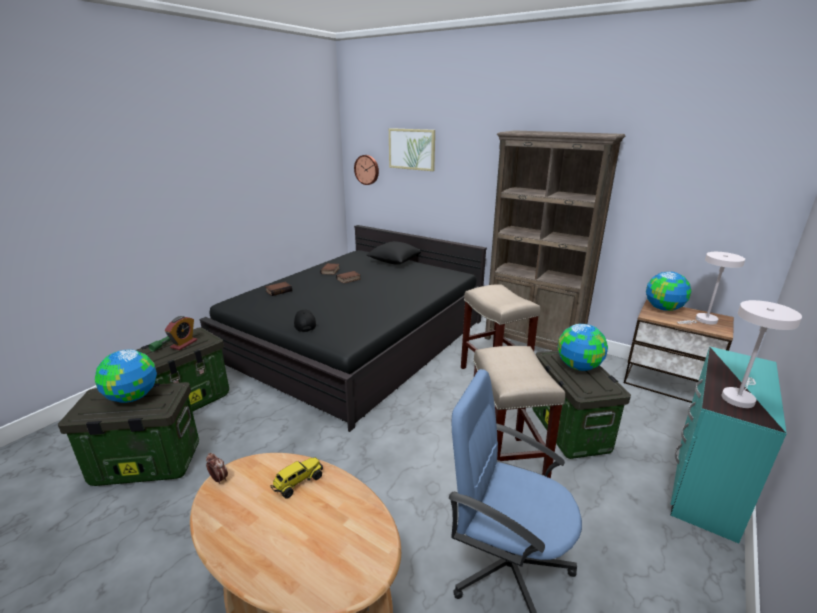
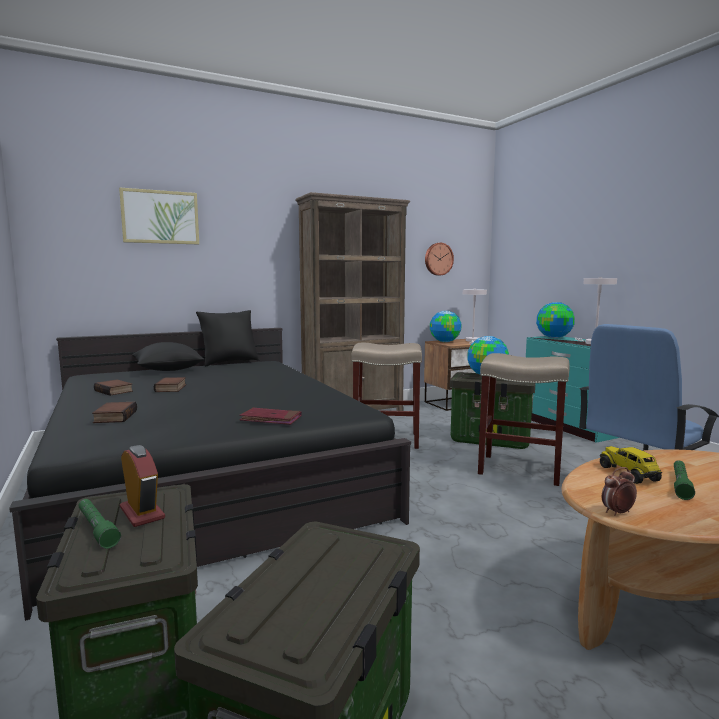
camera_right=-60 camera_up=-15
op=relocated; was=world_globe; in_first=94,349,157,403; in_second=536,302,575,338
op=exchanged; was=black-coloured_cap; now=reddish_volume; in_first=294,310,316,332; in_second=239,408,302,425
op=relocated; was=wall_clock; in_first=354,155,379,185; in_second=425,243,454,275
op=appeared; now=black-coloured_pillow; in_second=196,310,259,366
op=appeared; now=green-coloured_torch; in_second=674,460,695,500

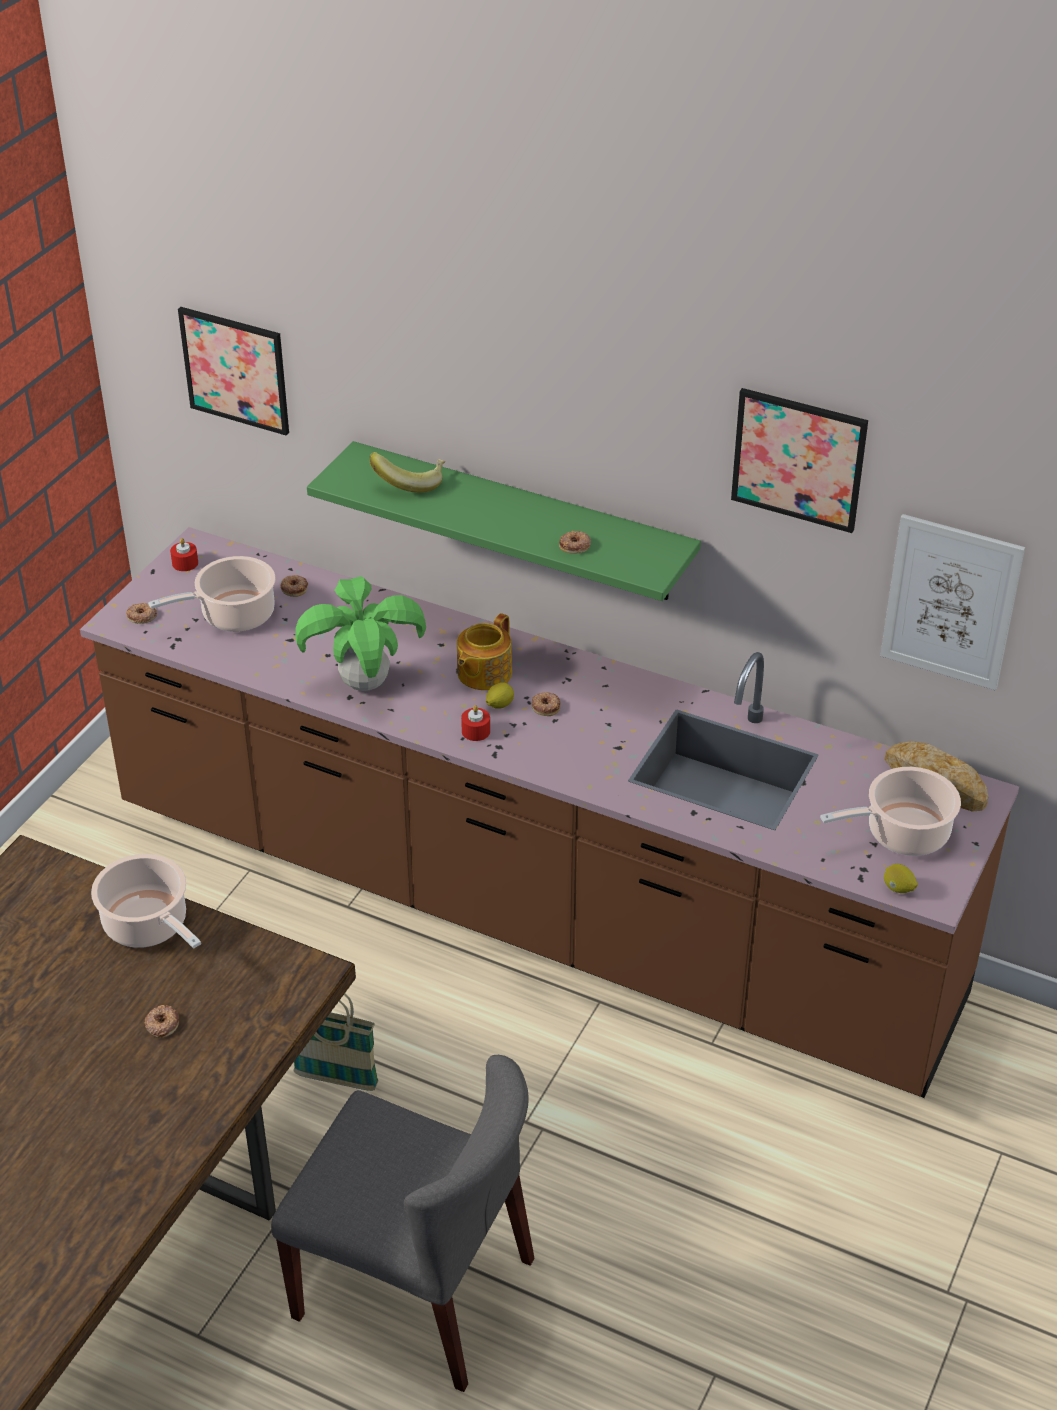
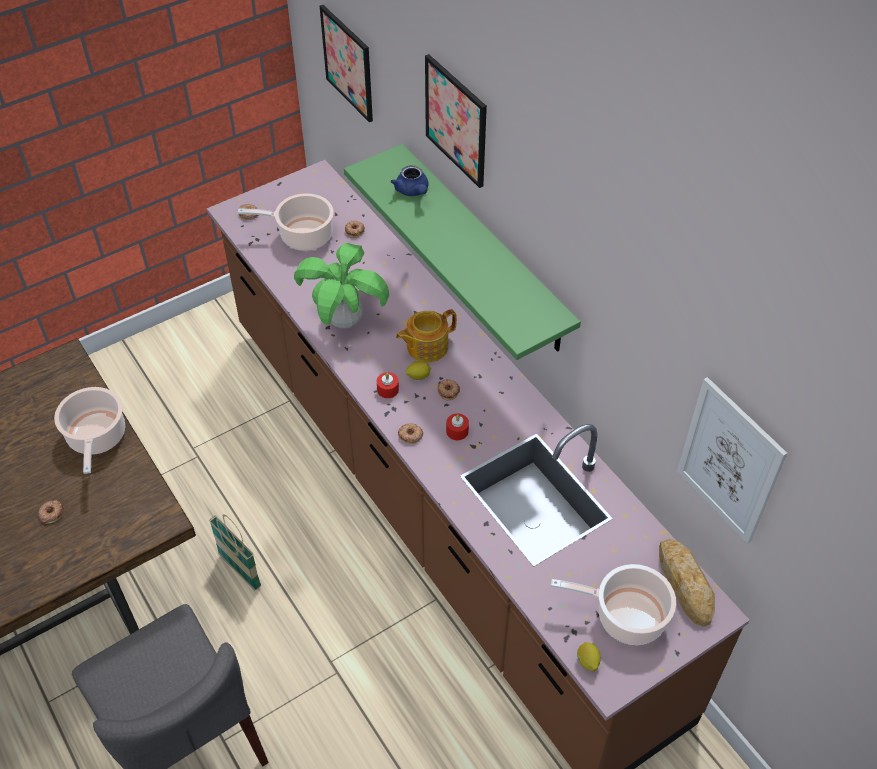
camera_right=30 camera_up=10
op=relocated; was=reddish_wax_light; in_first=170,538,198,571; in_second=446,414,469,440
op=exchanged; was=banana; now=blue-coloured_pot_for_tea; in_first=370,452,445,493; in_second=391,165,428,196
op=relocated; was=donut; in_first=559,531,591,554; in_second=398,423,423,444
op=relocated; was=picture; in_first=731,388,868,533; in_second=425,54,487,188

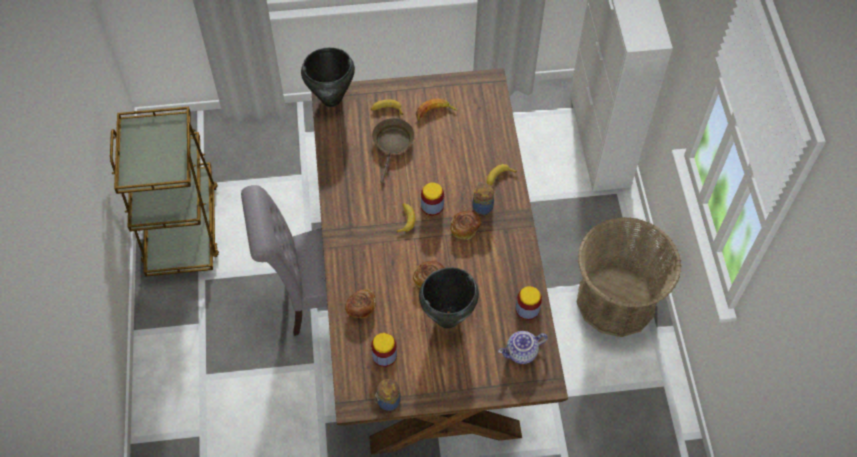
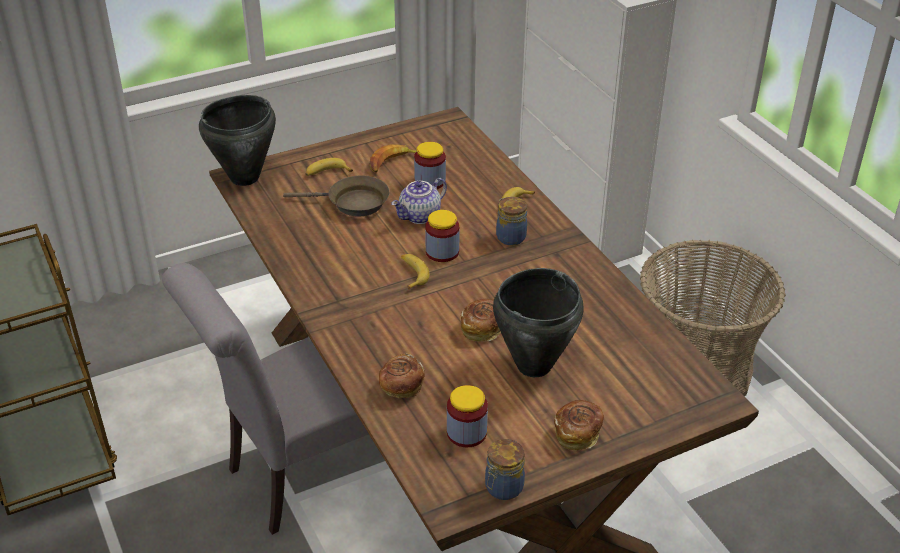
camera_right=-20 camera_up=-20
op=spun; was=brownish_pan; in_first=372,118,414,183; in_second=283,176,389,217; clockwise=105
op=relocated; was=bread; in_first=450,210,481,240; in_second=554,400,604,451
op=relocated; was=pot_for_tea; in_first=498,331,548,364; in_second=391,178,447,224
op=relocated; was=jar; in_first=516,286,542,320; in_second=414,142,446,189

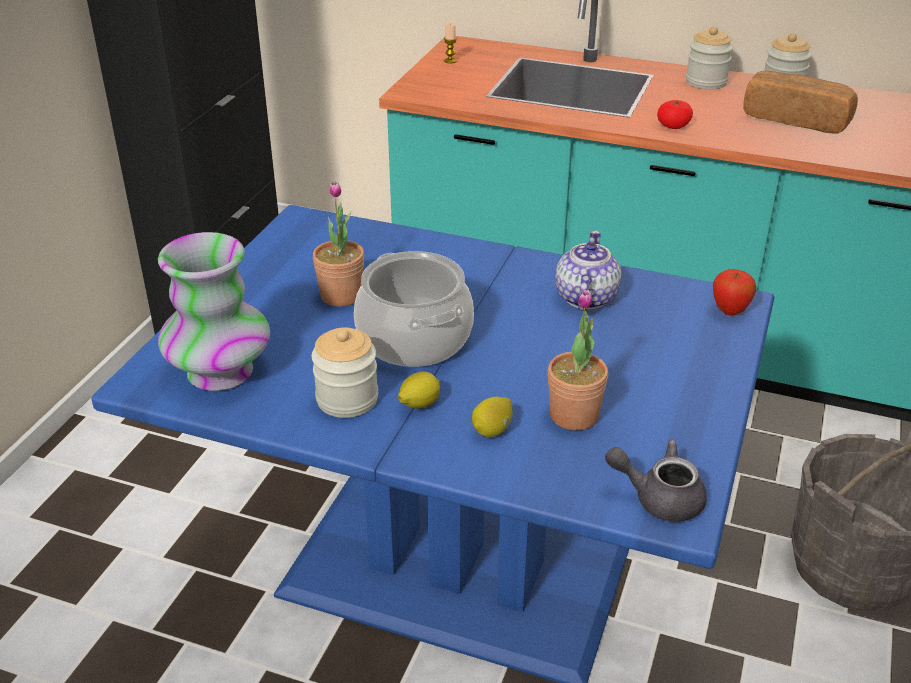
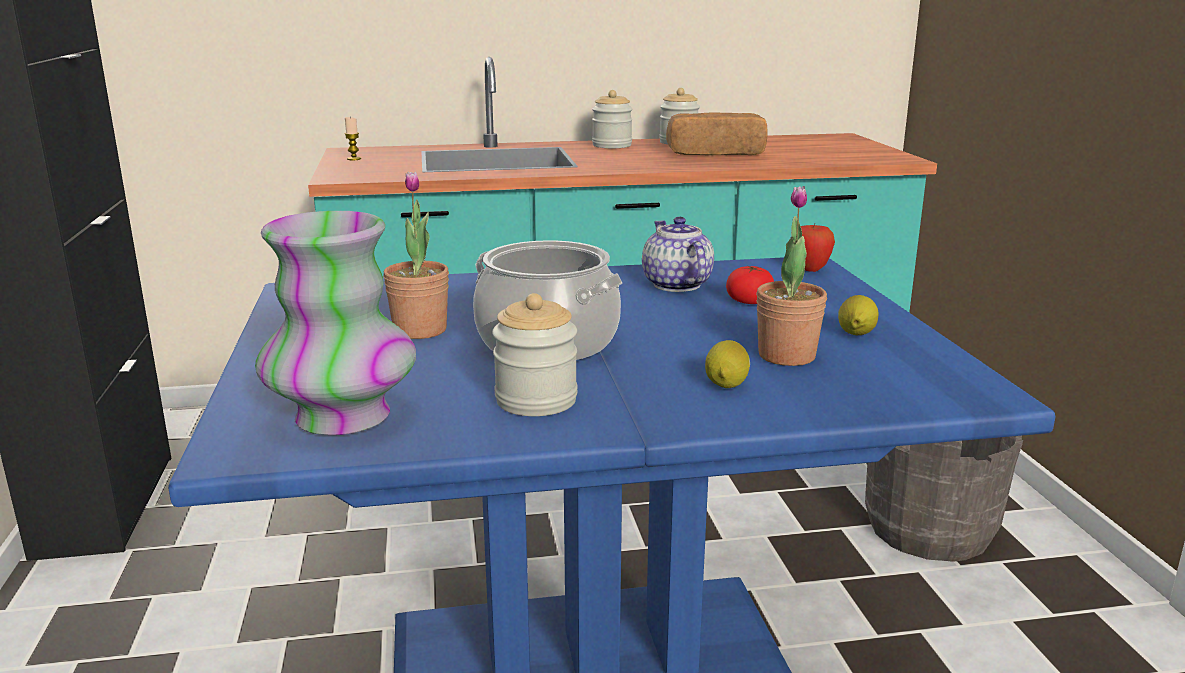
camera_right=-30 camera_up=-15
op=relocated; was=citrus_fruit; in_first=398,372,440,409; in_second=838,295,879,335
op=missing; was=gray_pot_for_tea; in_first=605,440,707,522
op=relocated; was=fresh_tomato; in_first=657,100,693,129; in_second=726,266,774,304

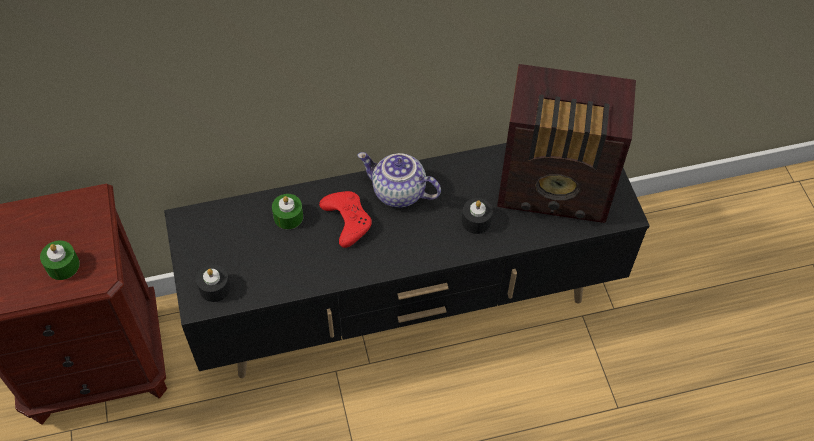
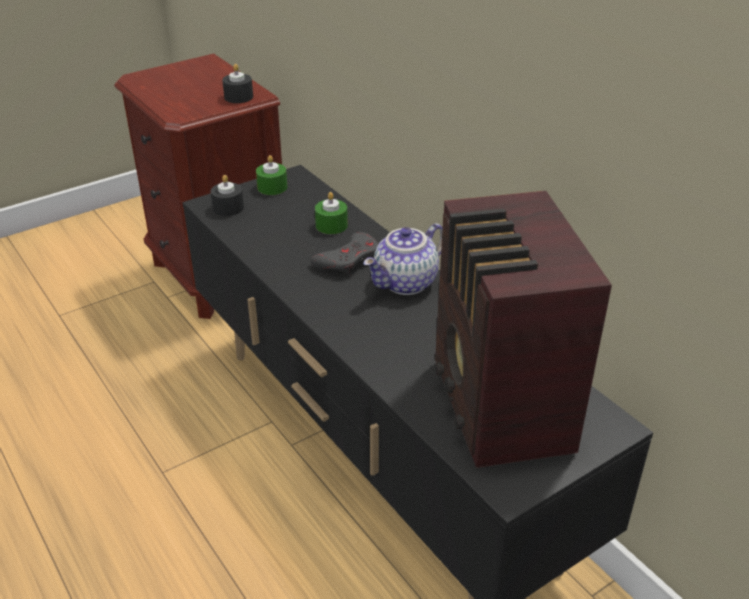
camera_right=70 camera_up=-20
op=relocated; was=green-coloured_wax_light; in_first=40,240,80,280; in_second=256,155,287,195
op=colour; was=reddish_gamepad; now=gray_gamepad; in_first=319,191,372,248; in_second=311,232,378,275
op=spun; was=pot_for_tea; in_first=358,152,441,208; in_second=363,223,443,295; clockwise=-135
op=relocated; was=black-coloured_wax_light; in_first=462,198,493,234; in_second=222,64,253,103

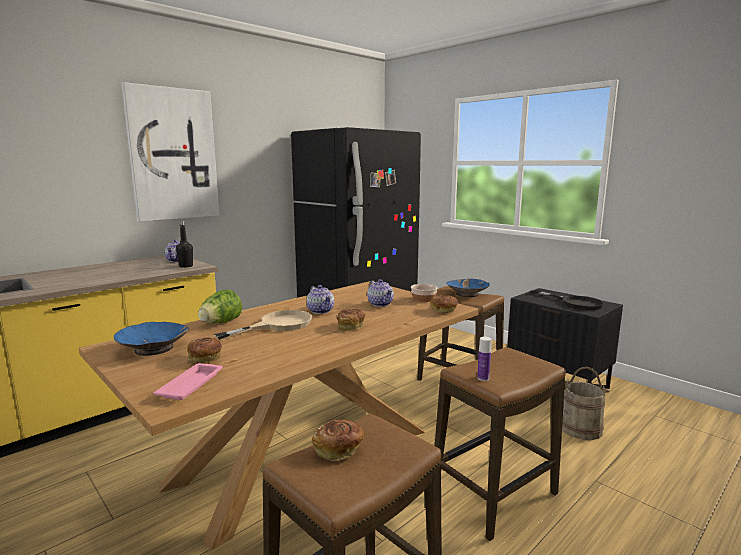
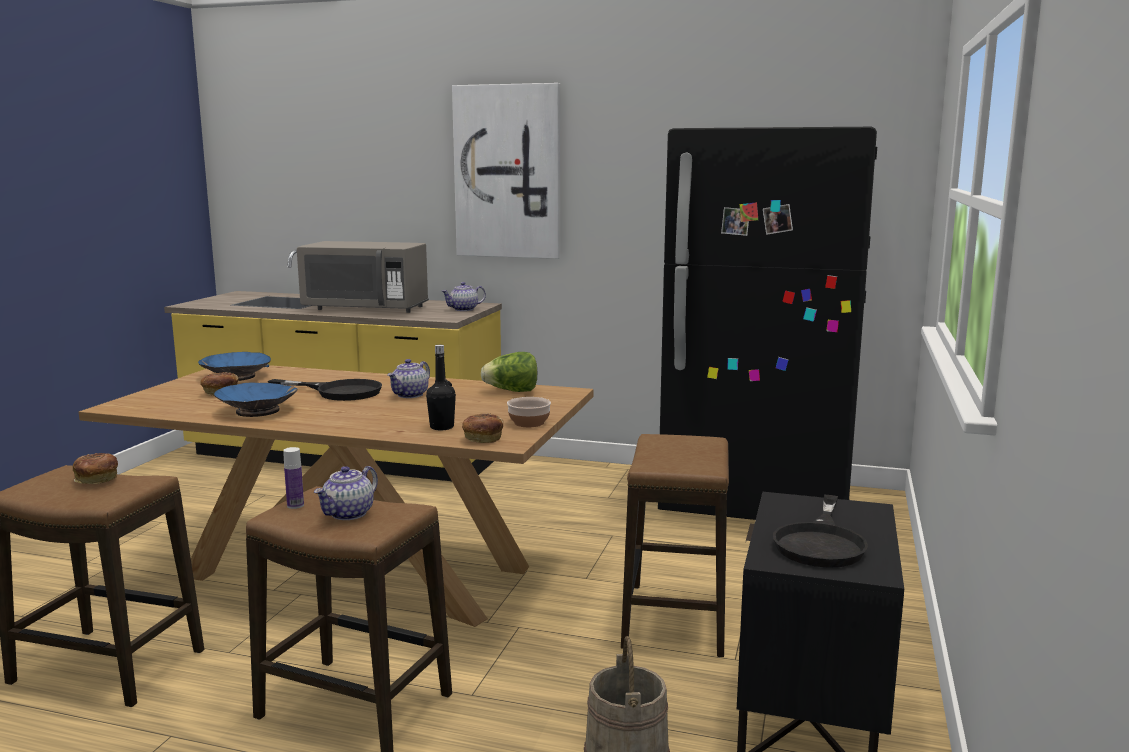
camera_right=60 camera_up=0
op=missing; was=pink_serving_tray; in_first=153,363,223,400
op=relocated; was=black-coloured_drink_bottle; in_first=176,221,193,268; in_second=426,345,456,430
op=relocated; was=lettuce; in_first=198,290,242,323; in_second=481,352,537,392
op=colour; was=beige-coloured_pan; now=black-coloured_pan; in_first=214,310,312,340; in_second=268,379,382,401
op=missing; was=bread; in_first=336,308,365,330
op=relocated; was=pot_for_tea; in_first=367,279,394,307; in_second=314,466,378,520
op=relocated; was=blue-coloured_bowl; in_first=446,279,490,297; in_second=214,382,297,417
op=appeared; now=gray_microwave_oven; in_second=297,241,429,313

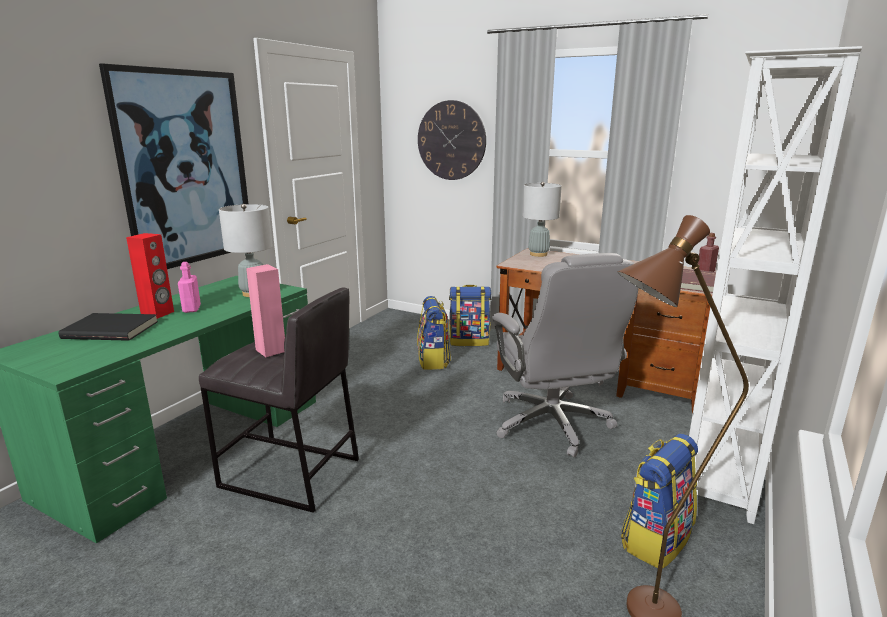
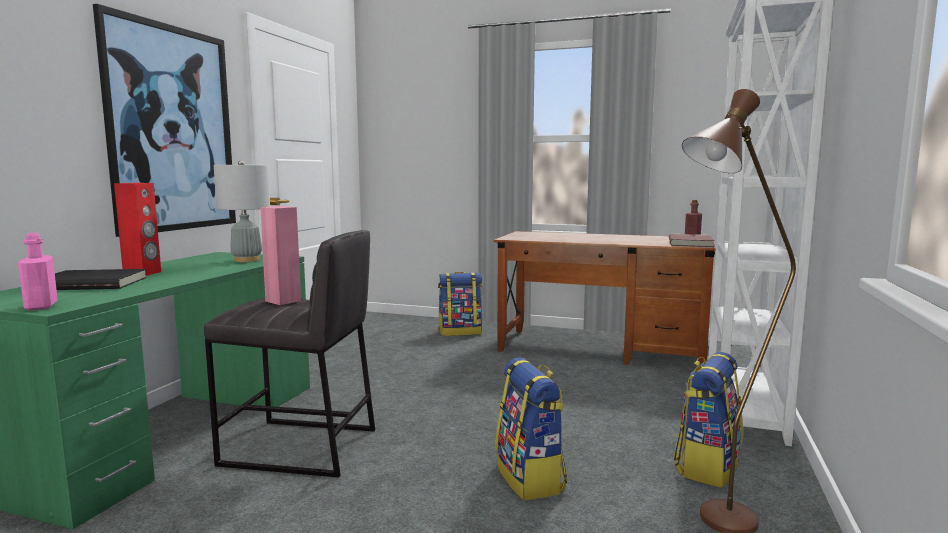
camera_right=-10 camera_up=-10
op=relocated; was=pink_drink_bottle; in_first=178,262,201,313; in_second=18,233,58,310
op=relocated; was=knapsack; in_first=417,296,451,370; in_second=495,357,567,500
op=missing; was=wall_clock; in_first=418,100,486,180
op=missing; was=gray_desk_chair; in_first=492,253,639,457
op=missing; was=gray_lamp_for_a_table; in_first=522,182,562,257

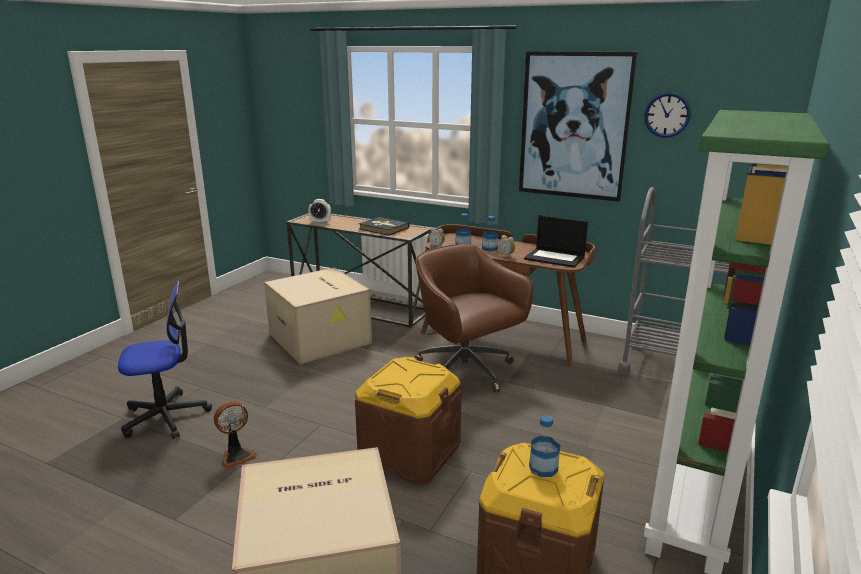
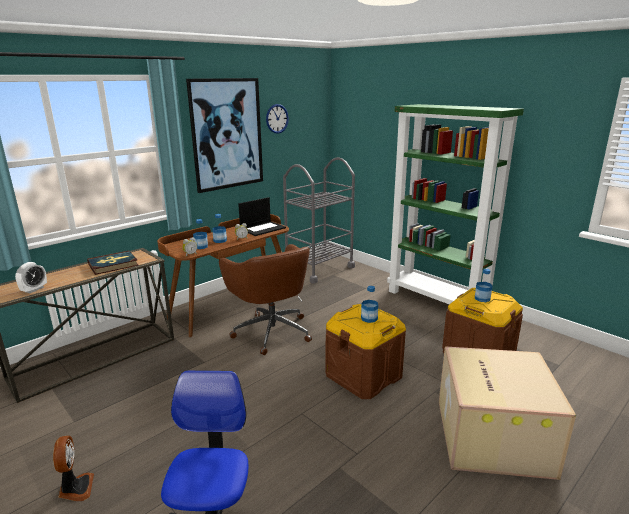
camera_right=-70 camera_up=0
op=relocated; was=fan; in_first=214,401,257,469; in_second=53,436,94,501
op=missing; was=cardboard_box; in_first=264,268,372,364
op=spun; was=brownish_desk_chair; in_first=414,244,534,392; in_second=219,244,312,355; clockwise=-105
op=appeared; now=drink_bottle; in_second=361,286,378,323

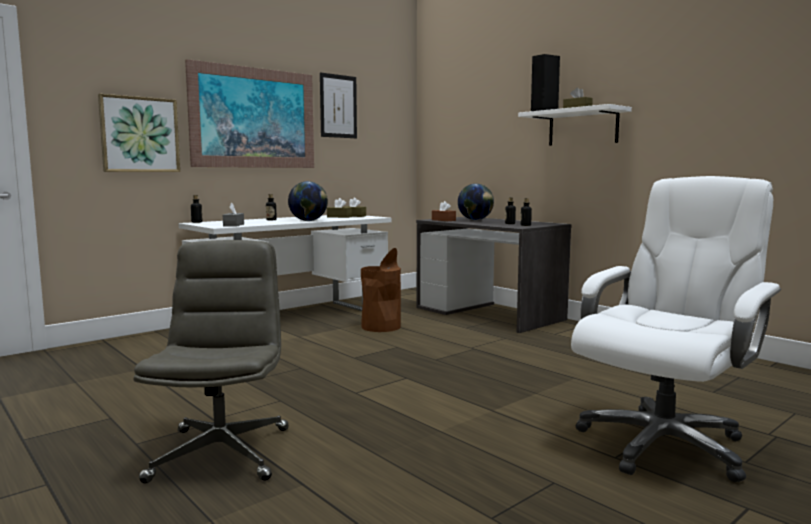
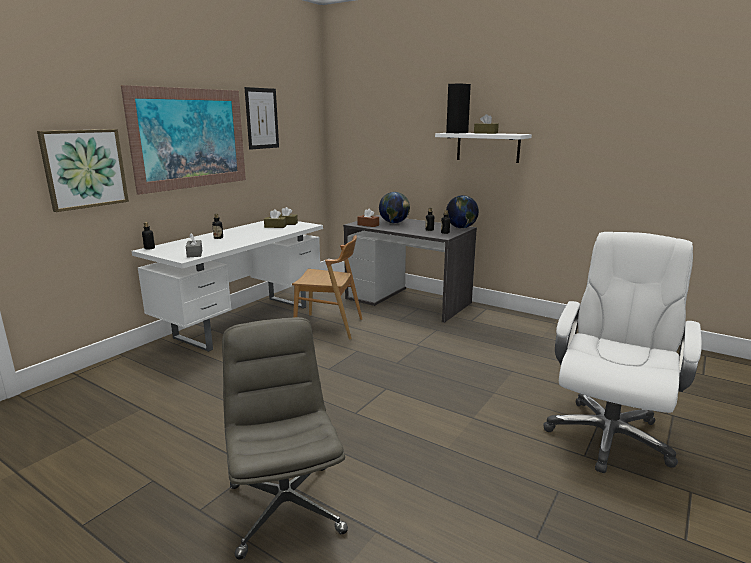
camera_right=-15 camera_up=10
op=relocated; was=world_globe; in_first=288,181,328,221; in_second=446,195,479,228
op=exchanged; was=brownish_trash_can; now=brownish_chair; in_first=361,248,401,332; in_second=292,235,362,340

